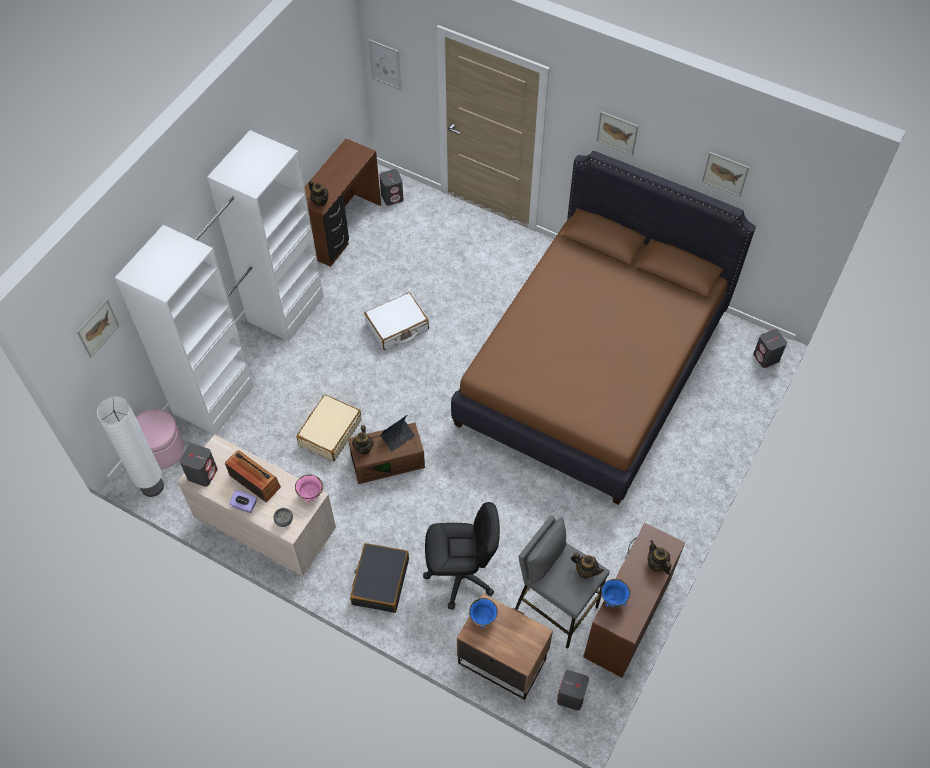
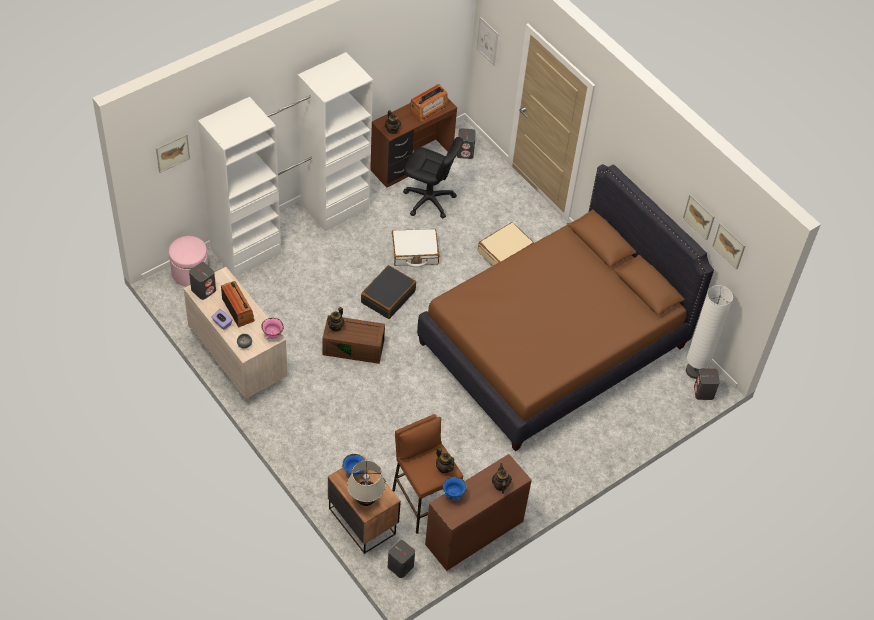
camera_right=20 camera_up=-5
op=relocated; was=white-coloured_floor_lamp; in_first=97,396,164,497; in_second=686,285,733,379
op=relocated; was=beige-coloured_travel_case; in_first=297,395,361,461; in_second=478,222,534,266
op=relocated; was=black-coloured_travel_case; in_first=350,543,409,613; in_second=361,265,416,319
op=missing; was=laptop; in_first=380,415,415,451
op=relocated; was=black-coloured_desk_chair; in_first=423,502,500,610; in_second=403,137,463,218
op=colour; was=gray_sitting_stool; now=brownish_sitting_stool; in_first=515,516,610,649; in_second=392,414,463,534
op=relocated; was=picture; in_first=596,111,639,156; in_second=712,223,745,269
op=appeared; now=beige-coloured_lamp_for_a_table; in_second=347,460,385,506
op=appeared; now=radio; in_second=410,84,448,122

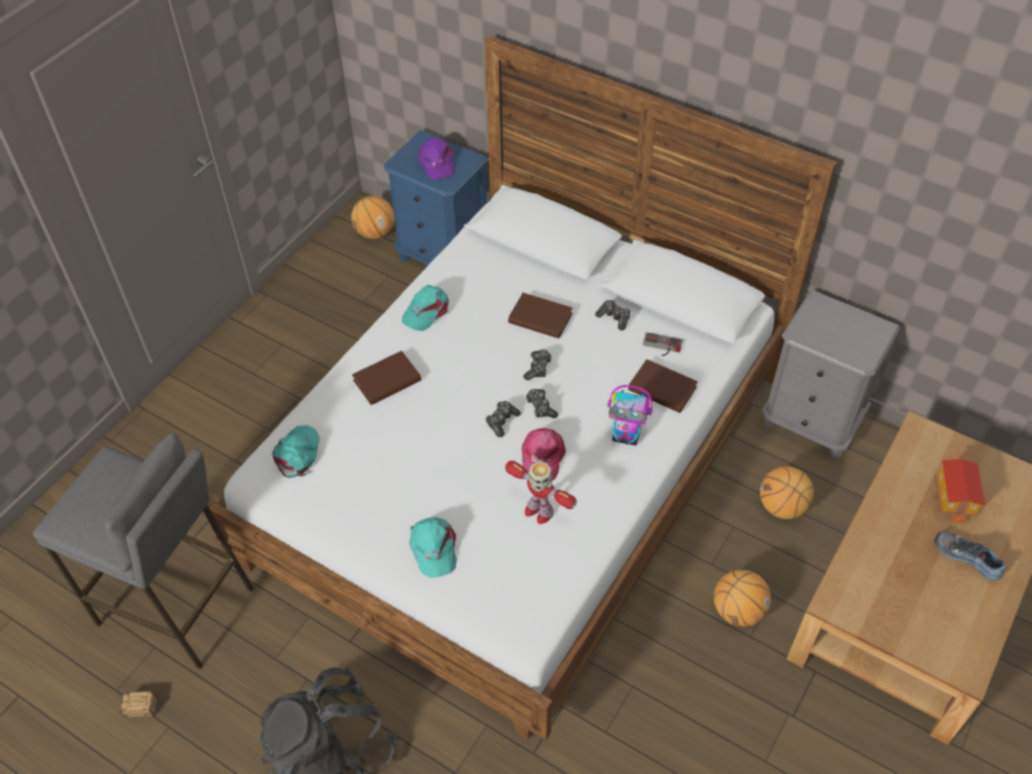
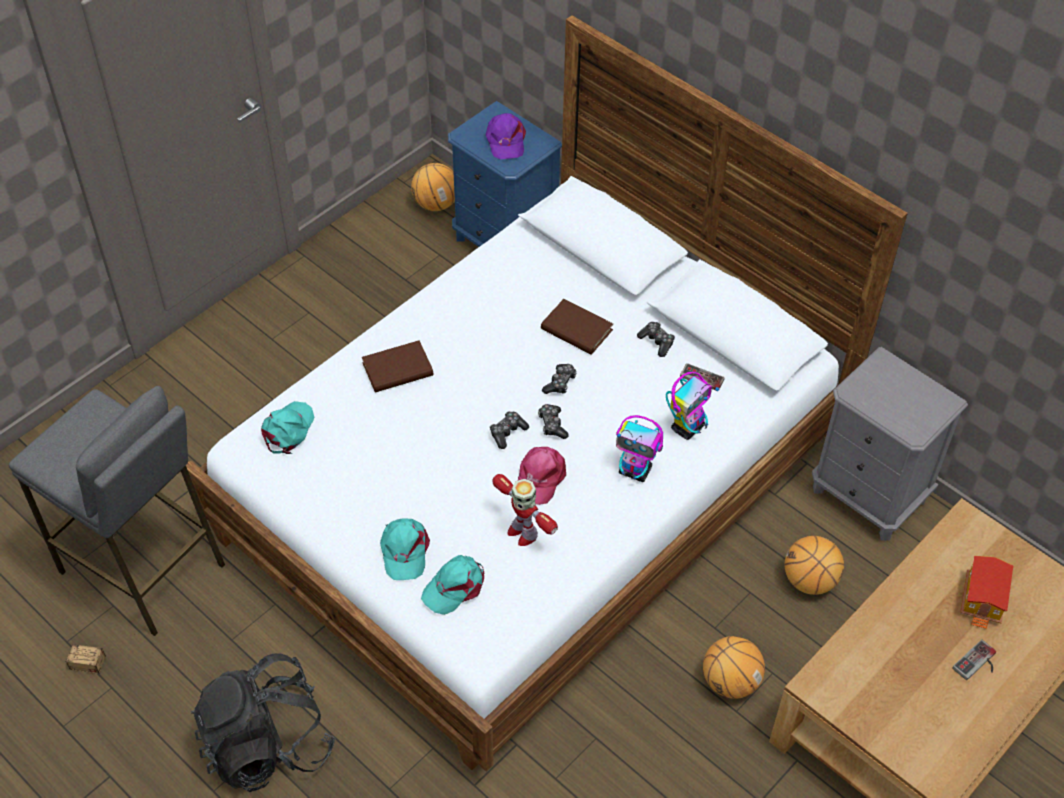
camera_right=10 camera_up=0
op=relocated; was=turquoise_cap; in_first=402,285,449,331; in_second=421,555,484,615
op=exchanged; was=brownish_volume; now=model_robot; in_first=628,359,698,413; in_second=666,371,719,440
op=exchanged; was=item_of_footwear; now=gamepad; in_first=934,531,1006,580; in_second=952,640,996,680

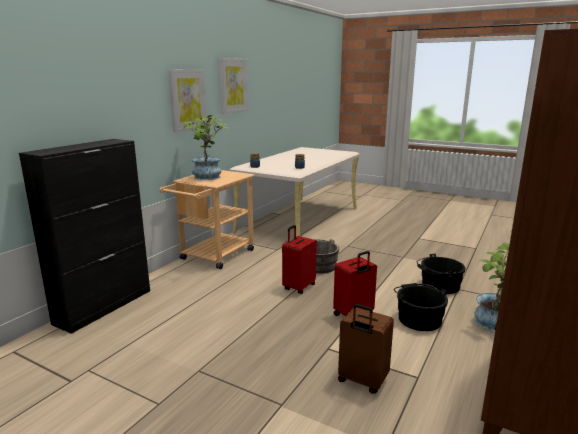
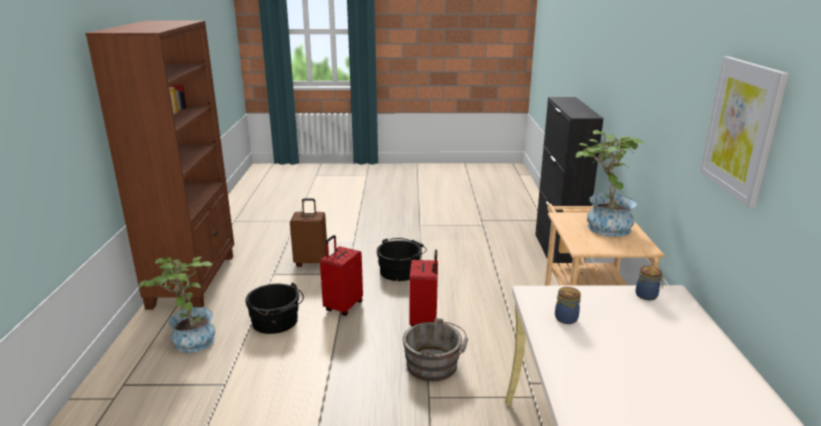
camera_right=150 camera_up=5
op=missing; was=picture; in_first=168,69,207,132
op=relocated; was=black-coloured_bucket; in_first=417,254,466,294; in_second=377,238,427,281

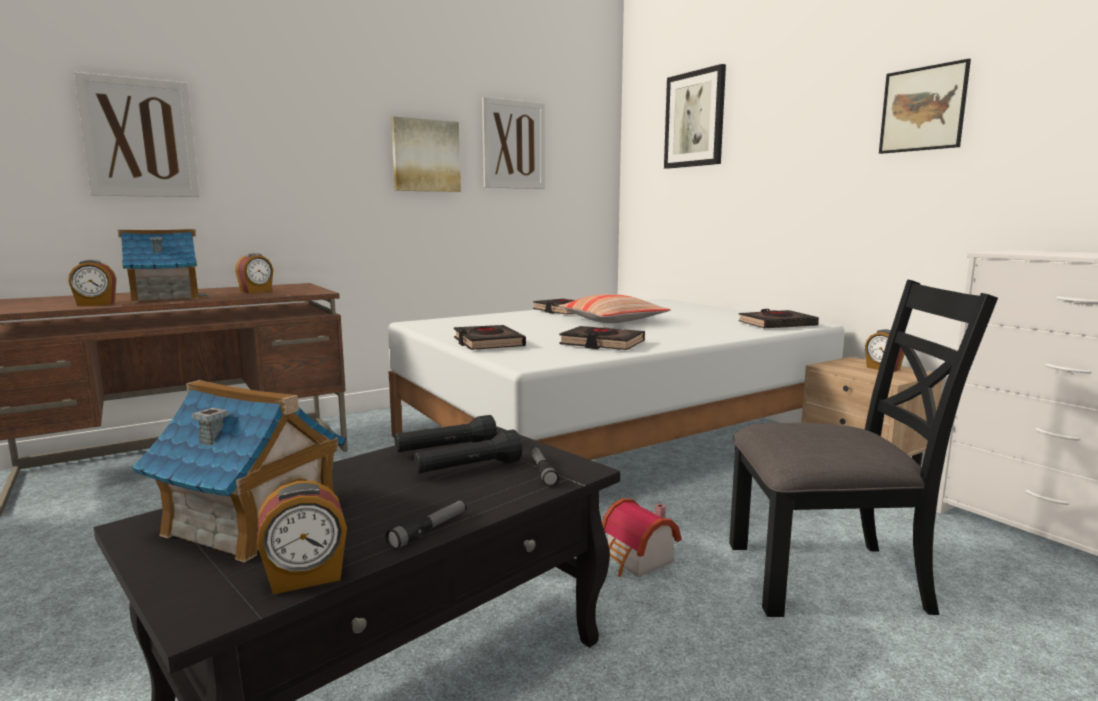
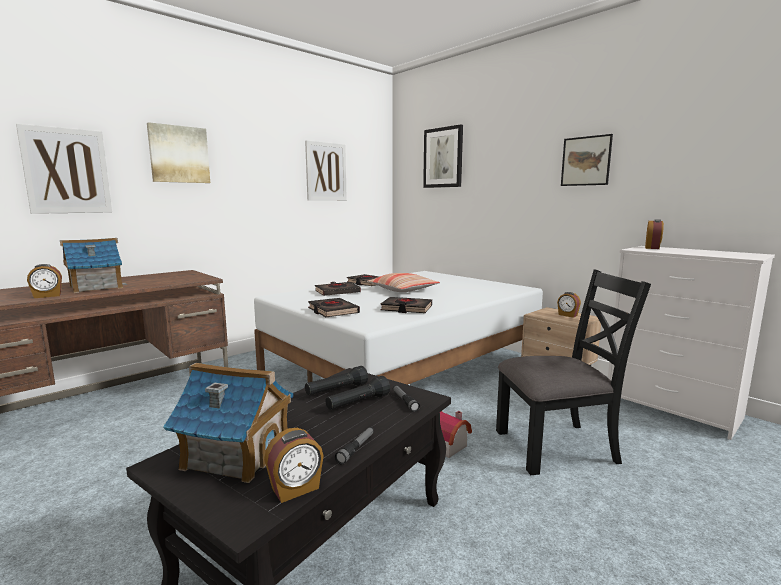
camera_right=-10 camera_up=0
op=relocated; was=alarm_clock; in_first=235,253,273,293; in_second=645,219,664,249
op=relocated; was=picture; in_first=391,116,461,192; in_second=147,122,210,183
op=relocated; was=black-coloured_volume; in_first=738,309,819,328; in_second=315,282,361,296

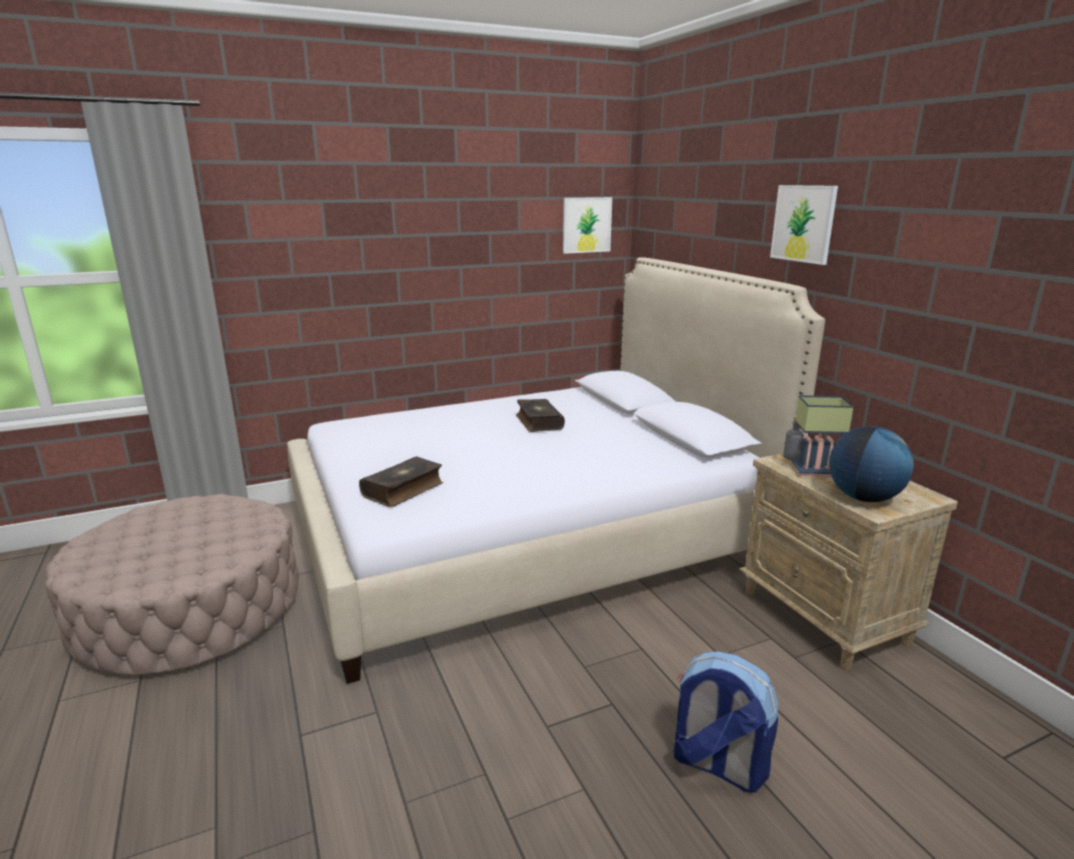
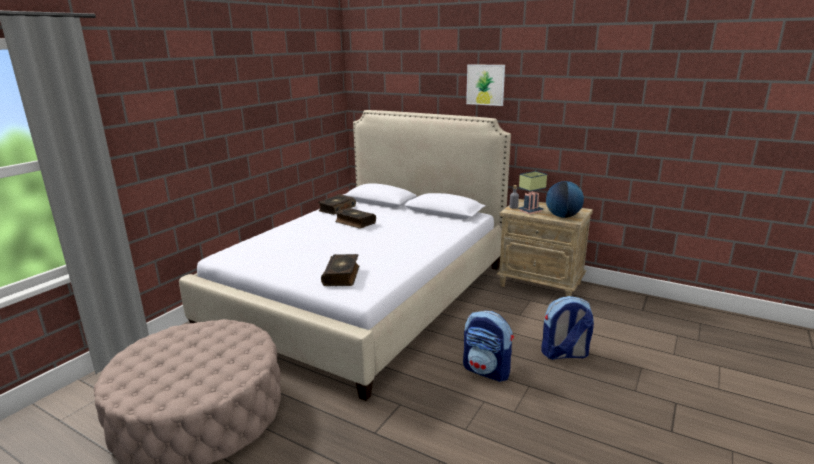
camera_right=-35 camera_up=0
op=missing; was=picture; in_first=563,197,612,254
op=appeared; now=volume; in_second=318,194,356,215
op=appeared; now=knapsack; in_second=463,311,514,382

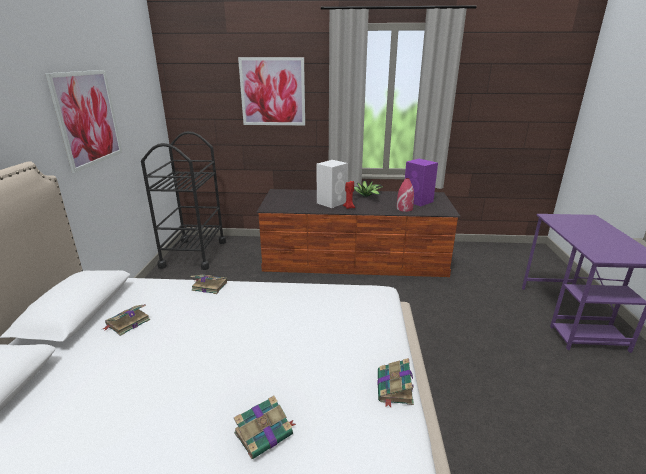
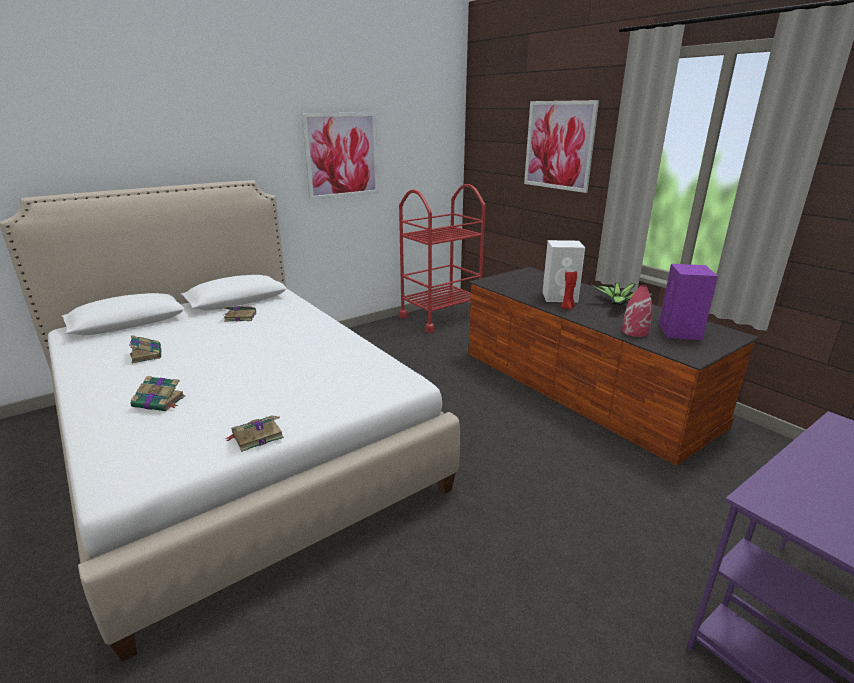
camera_right=50 camera_up=0
op=colour; was=black-coloured_trolley; now=reddish_trolley; in_first=141,131,226,270; in_second=399,184,486,333
op=relocated; was=volume; in_first=191,275,227,294; in_second=129,335,161,364

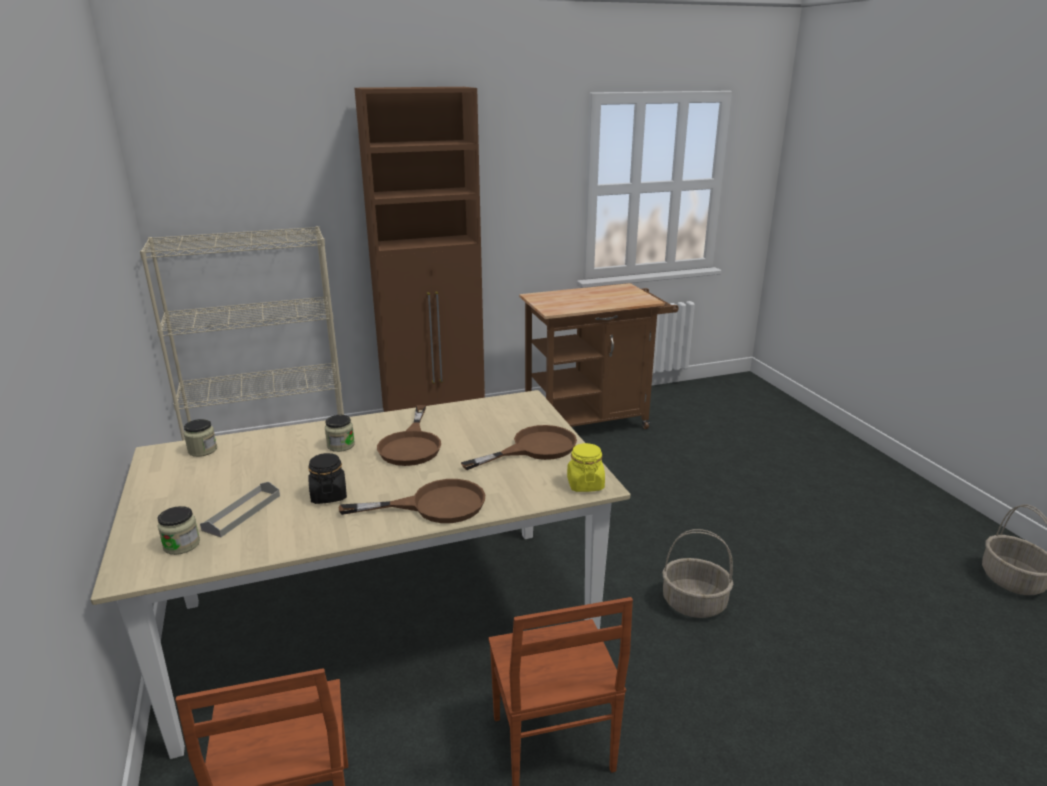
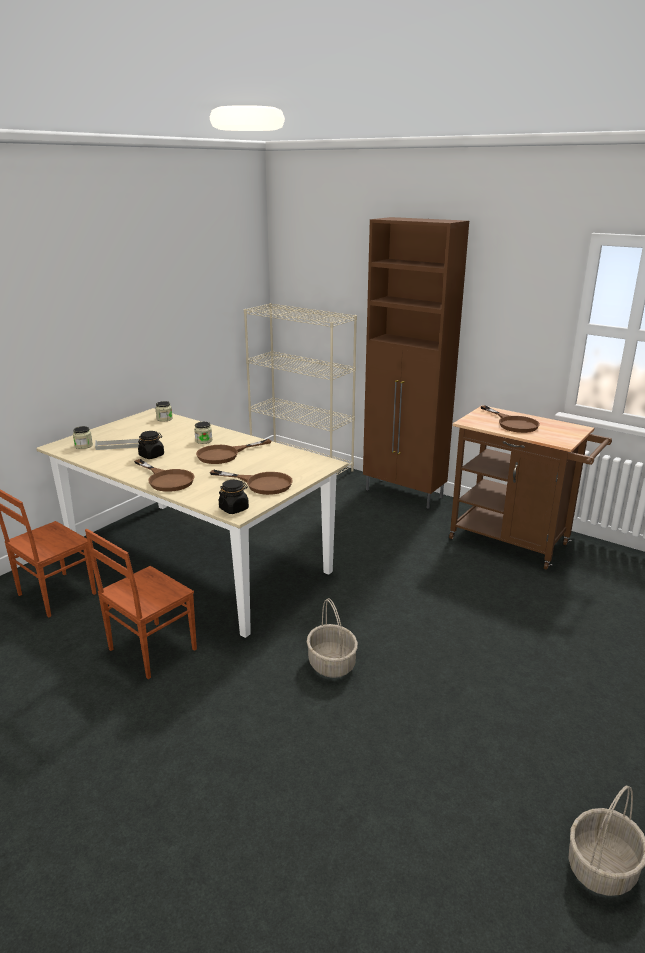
camera_right=55 camera_up=0
op=colour; was=yellow_jar; now=black-coloured_jar; in_first=567,443,605,492; in_second=219,480,249,514
op=appeared; now=brownish_pan; in_second=481,405,540,433

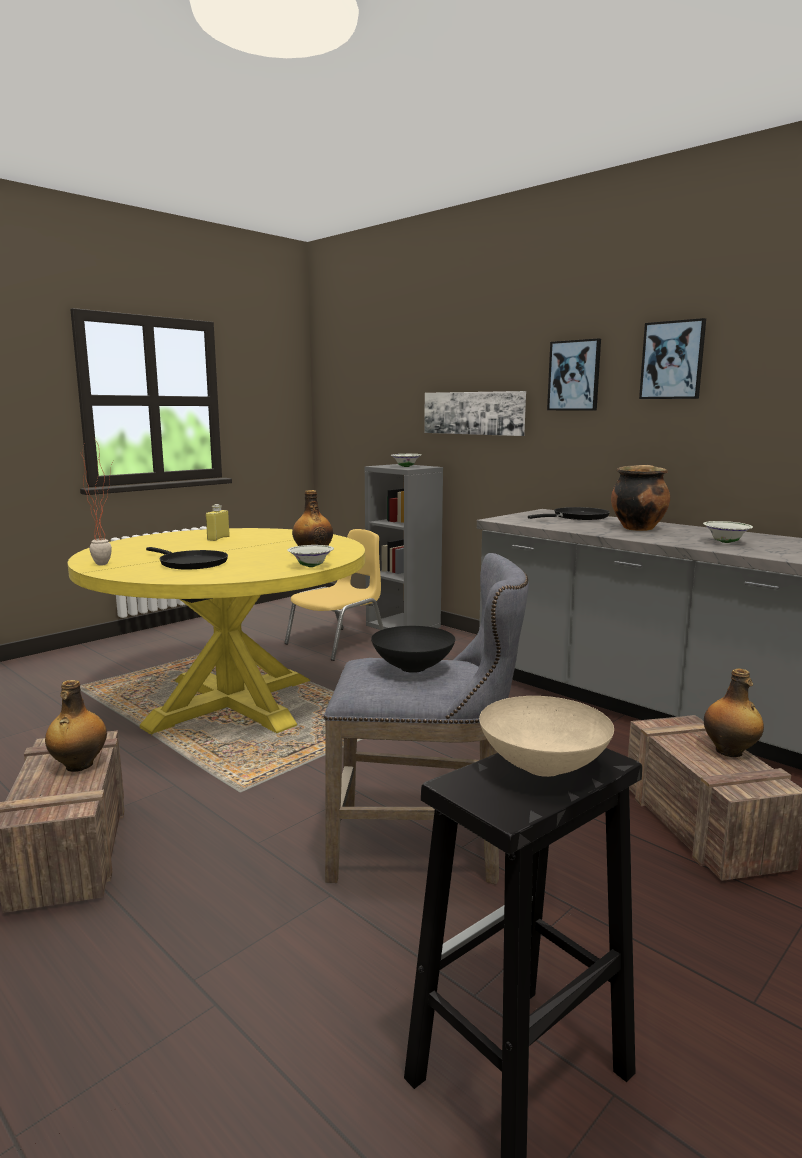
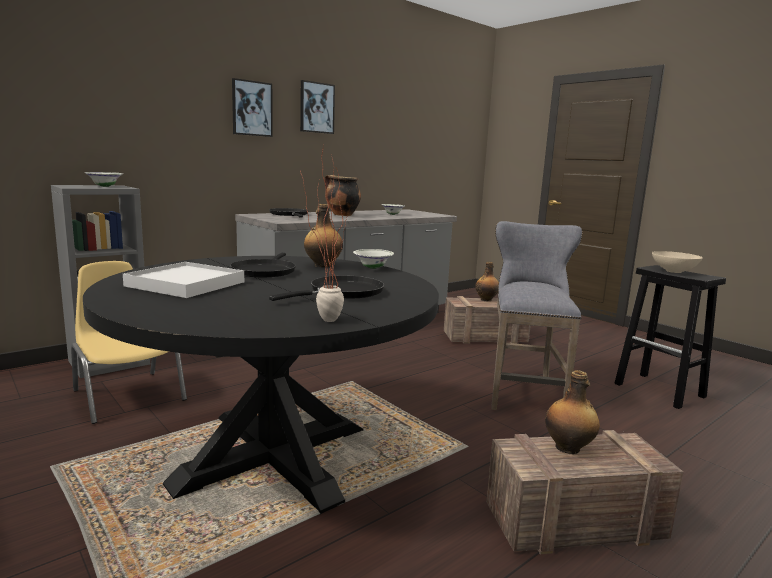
camera_right=-85 camera_up=0
op=colour; was=yellow_dinner_table; now=black-coloured_dinner_table; in_first=68,528,365,735; in_second=83,256,439,514
op=exchanged; was=yellow_drink_bottle; now=white-coloured_serving_tray; in_first=206,504,230,541; in_second=123,262,244,298
op=missing; was=black-coloured_bowl; in_first=371,626,455,673
op=missing; was=picture; in_first=424,391,526,436
op=appeared; now=black-coloured_pan; in_second=230,253,296,277

